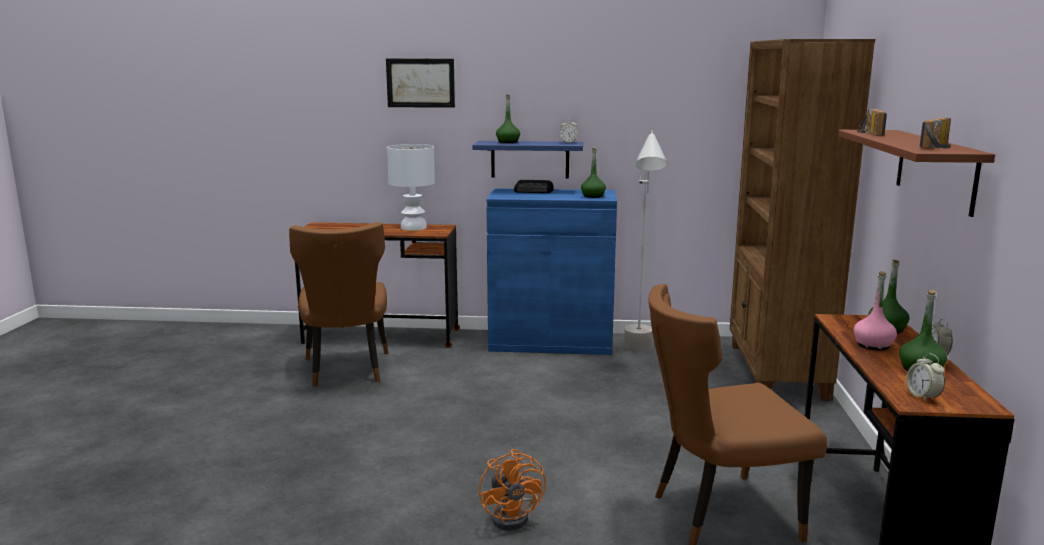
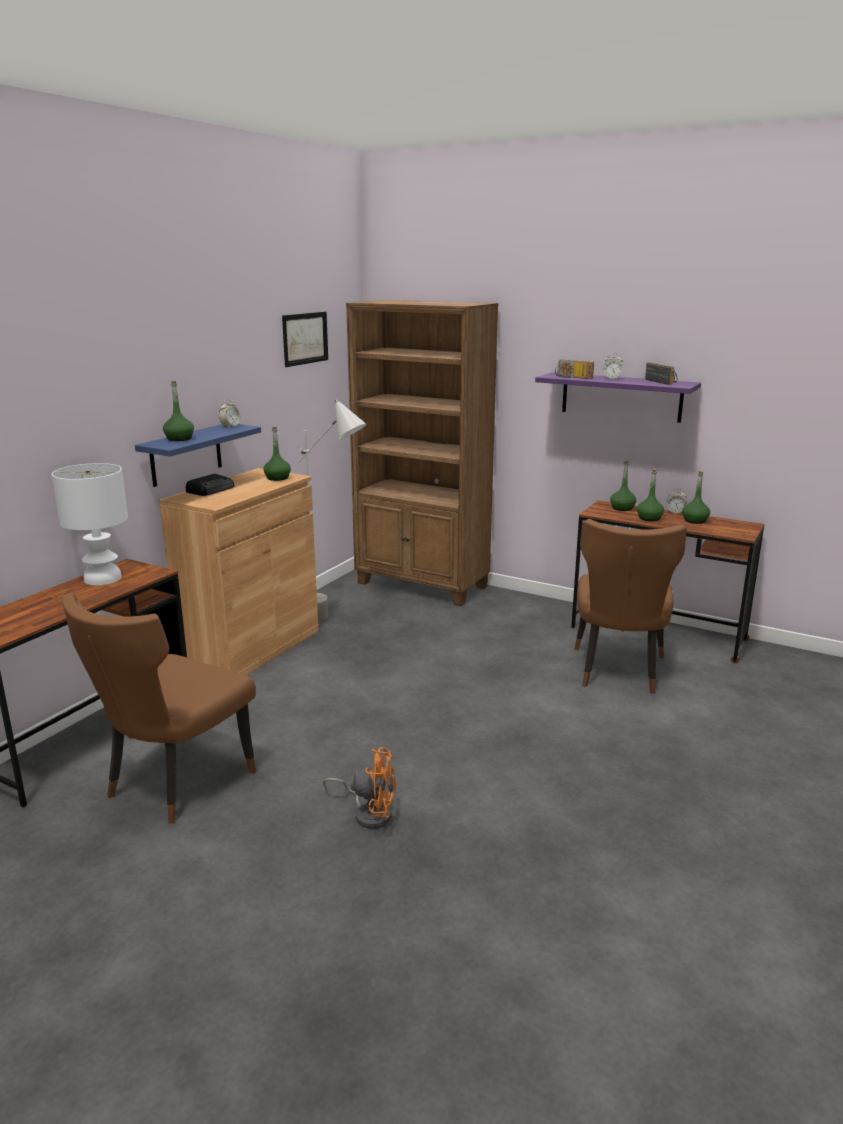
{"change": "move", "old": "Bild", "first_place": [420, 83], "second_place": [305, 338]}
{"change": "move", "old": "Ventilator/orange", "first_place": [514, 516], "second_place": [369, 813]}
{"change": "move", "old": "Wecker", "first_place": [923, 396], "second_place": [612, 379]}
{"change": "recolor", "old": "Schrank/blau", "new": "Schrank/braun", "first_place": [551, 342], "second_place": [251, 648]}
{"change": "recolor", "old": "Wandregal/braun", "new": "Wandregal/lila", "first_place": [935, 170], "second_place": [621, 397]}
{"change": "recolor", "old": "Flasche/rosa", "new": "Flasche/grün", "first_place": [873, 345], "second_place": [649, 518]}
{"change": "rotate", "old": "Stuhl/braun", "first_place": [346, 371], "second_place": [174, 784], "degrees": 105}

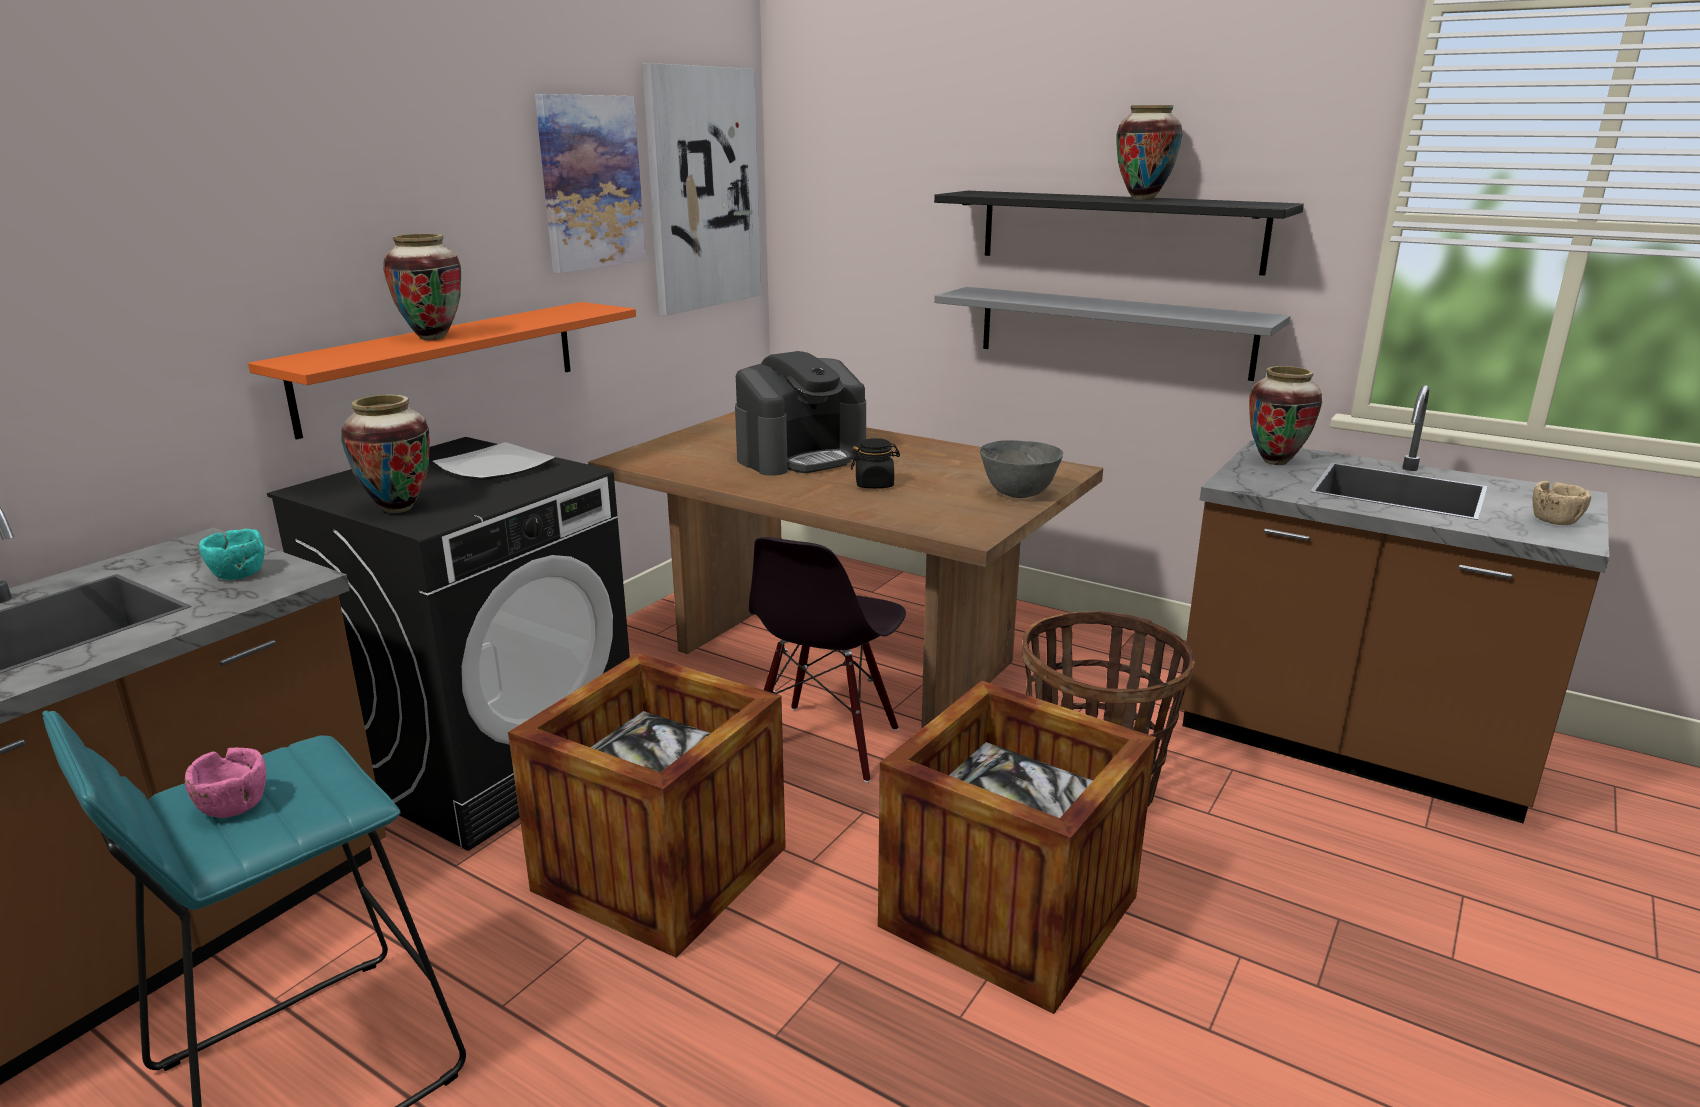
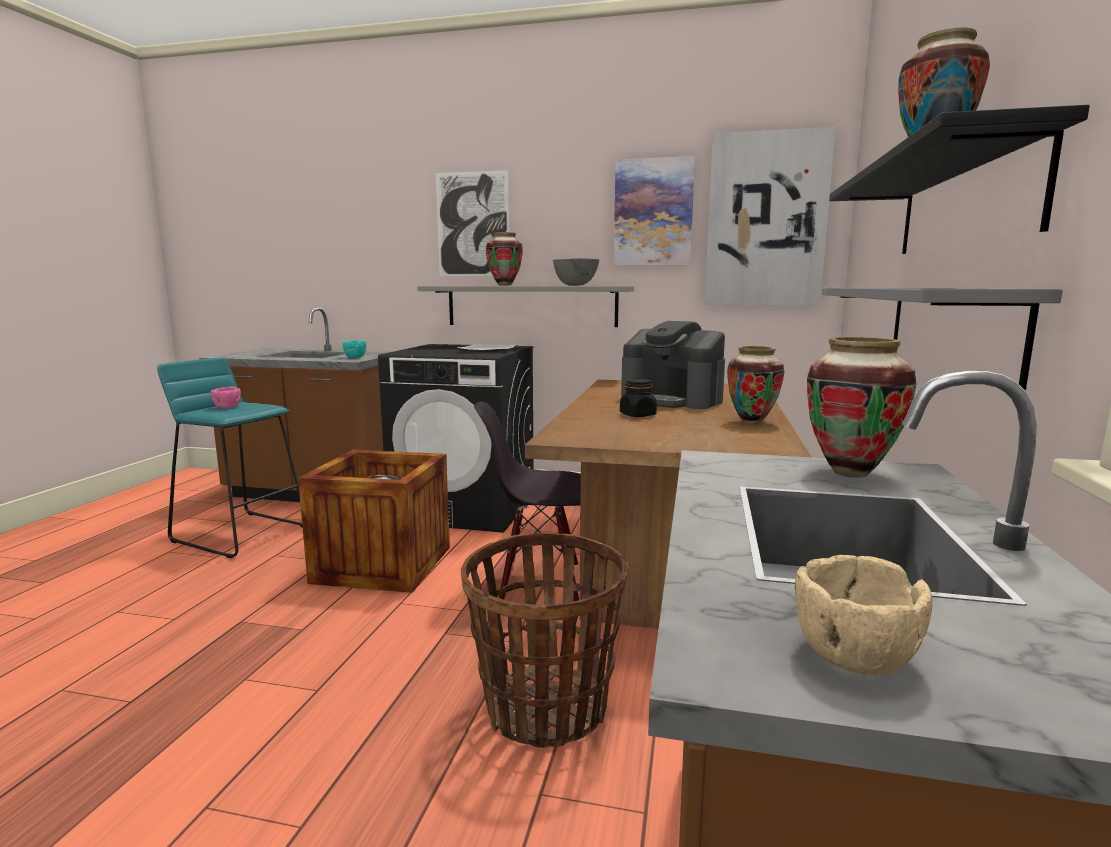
{"change": "delete", "old": "Kiste", "first_place": [1009, 911]}
{"change": "insert", "new": "Bild", "second_place": [472, 224]}
{"change": "move", "old": "Vase", "first_place": [398, 509], "second_place": [751, 422]}
{"change": "move", "old": "Schüssel/grau", "first_place": [1018, 494], "second_place": [575, 285]}
{"change": "recolor", "old": "Wandregal/orange", "new": "Wandregal/grau", "first_place": [443, 364], "second_place": [531, 306]}

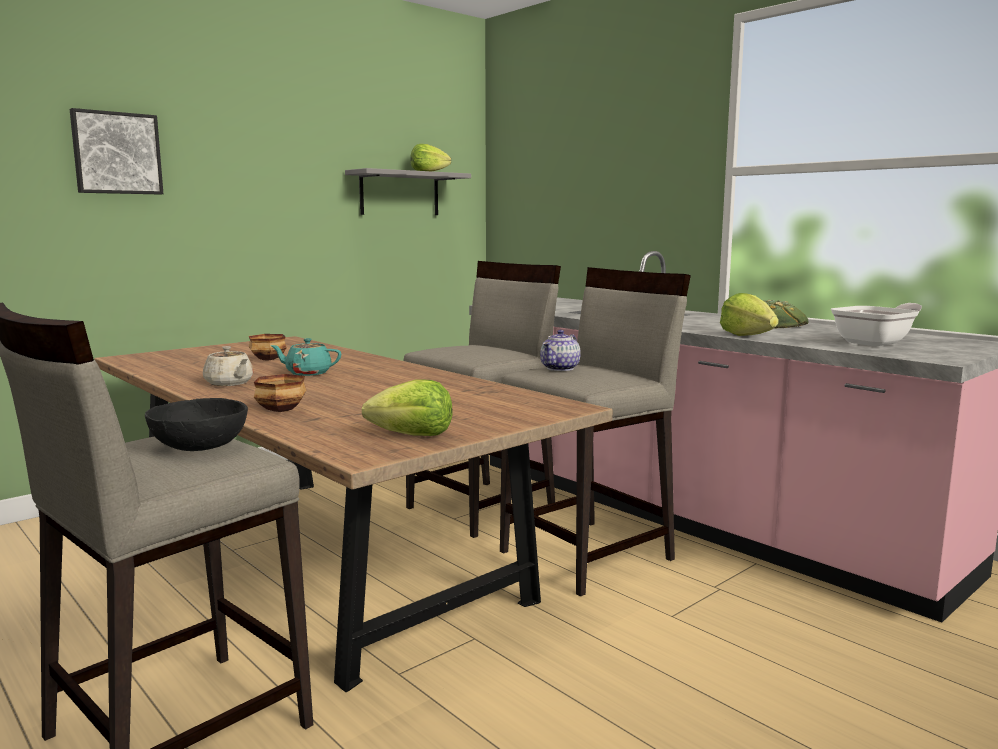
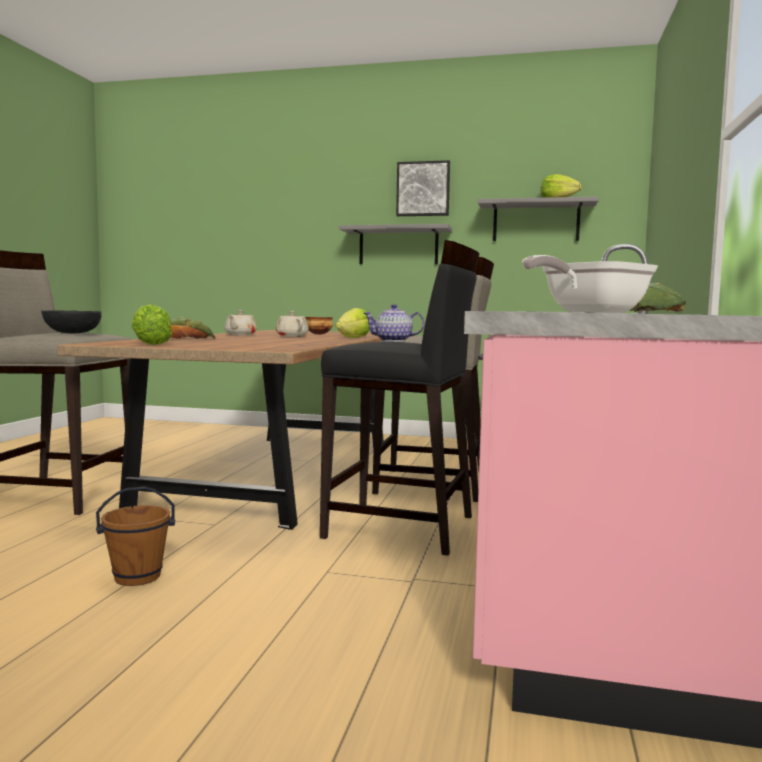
{"change": "insert", "new": "Eimer/braun", "second_place": [137, 577]}
{"change": "insert", "new": "Wandregal/grau", "second_place": [398, 246]}
{"change": "move", "old": "Bild", "first_place": [116, 153], "second_place": [423, 189]}
{"change": "move", "old": "Salatkopf", "first_place": [747, 335], "second_place": [353, 337]}
{"change": "replace", "old": "Schüssel", "new": "Brot", "first_place": [279, 410], "second_place": [185, 338]}
{"change": "recolor", "old": "Teekanne/türkis", "new": "Teekanne/beige", "first_place": [307, 373], "second_place": [291, 336]}
{"change": "recolor", "old": "Hocker/beige", "new": "Hocker/schwarz", "first_place": [588, 555], "second_place": [401, 527]}
{"change": "rotate", "old": "Pfanne", "first_place": [877, 342], "second_place": [588, 312], "degrees": 120}

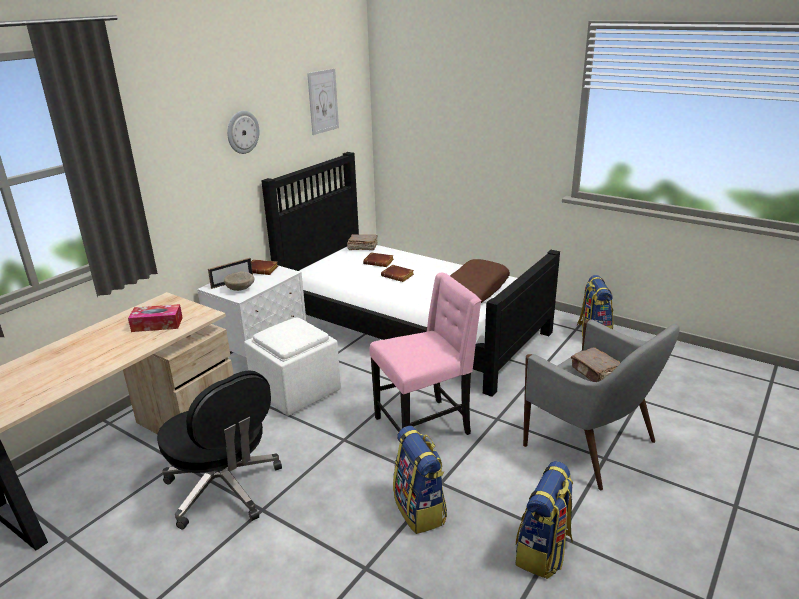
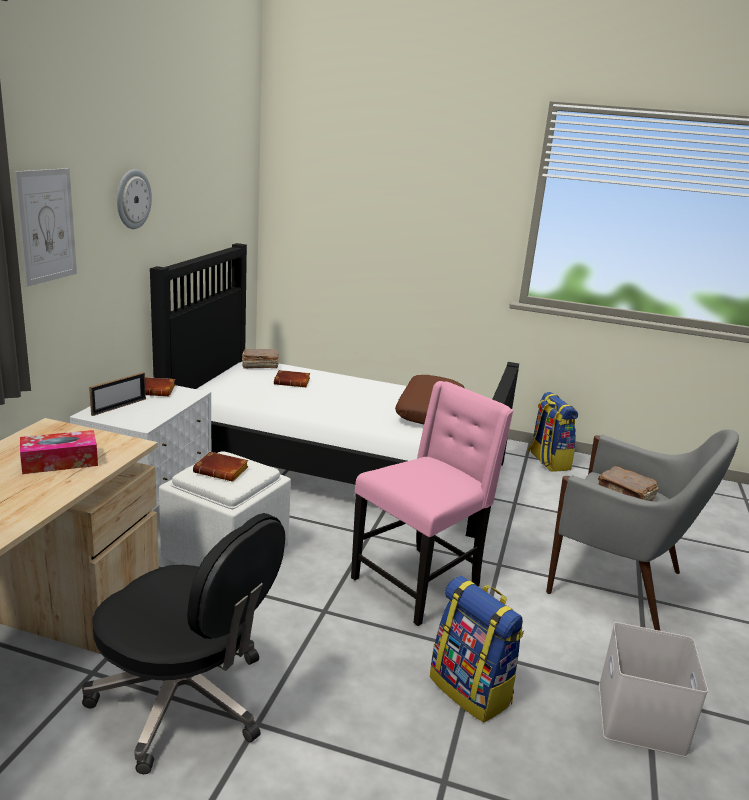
{"change": "delete", "old": "Schüssel/beige", "first_place": [241, 289]}
{"change": "move", "old": "Bild", "first_place": [323, 101], "second_place": [46, 226]}
{"change": "move", "old": "Buch/braun", "first_place": [398, 276], "second_place": [223, 471]}
{"change": "replace", "old": "Rucksack", "new": "Aufbewahrungsbox/weiß", "first_place": [543, 552], "second_place": [643, 719]}

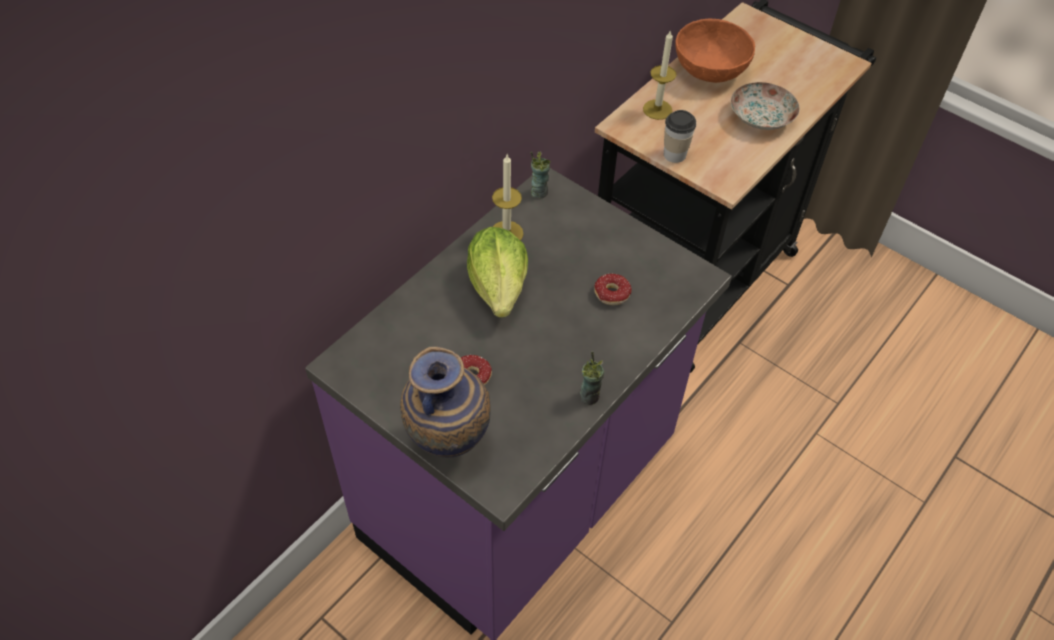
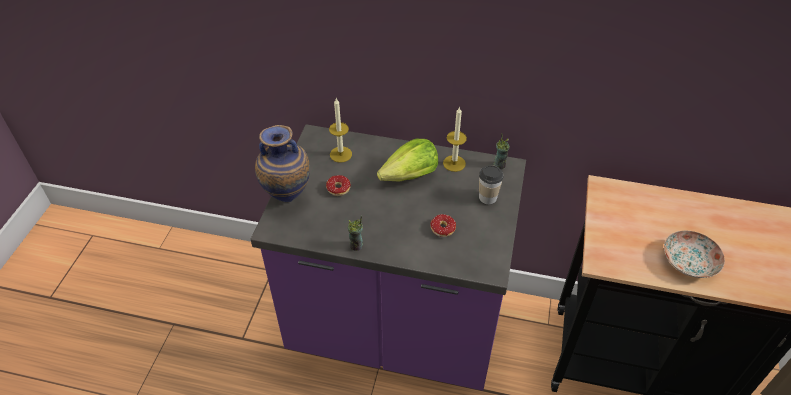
{"change": "delete", "old": "Schüssel/orange", "first_place": [709, 70]}
{"change": "move", "old": "Kerze", "first_place": [657, 109], "second_place": [340, 154]}
{"change": "move", "old": "Tasse", "first_place": [674, 154], "second_place": [487, 197]}

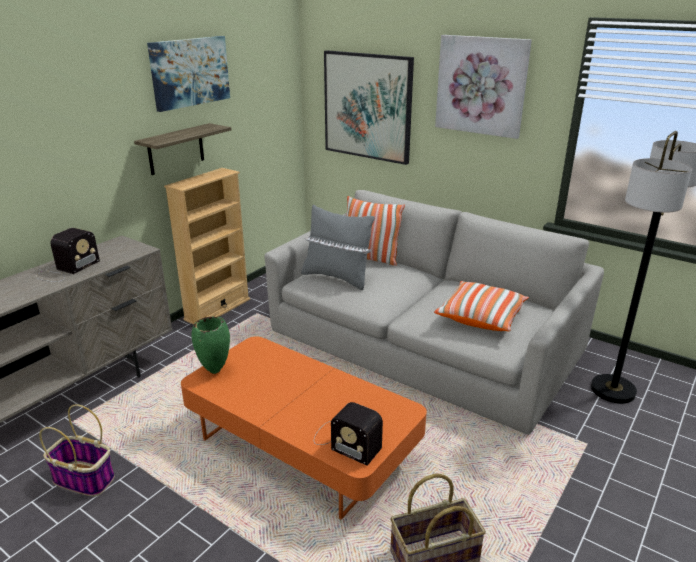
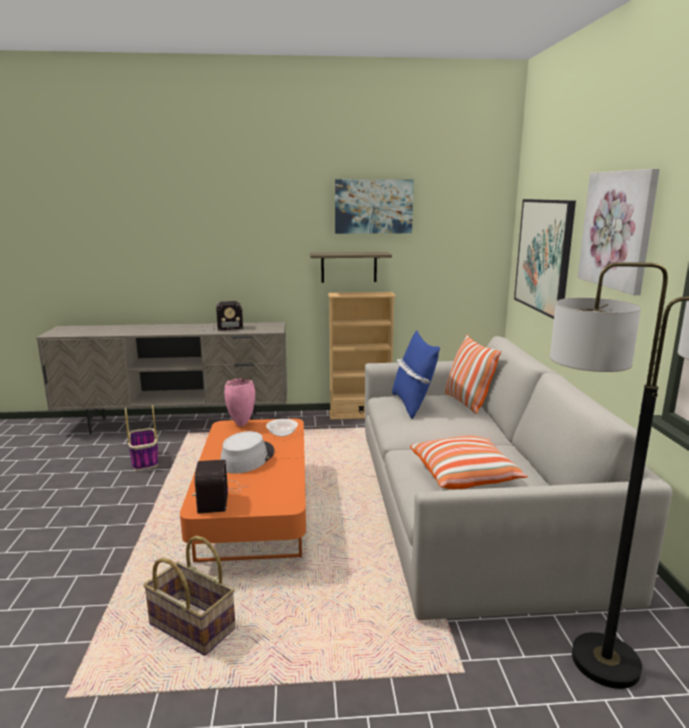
{"change": "insert", "new": "Hut/grau", "second_place": [247, 458]}
{"change": "insert", "new": "Schüssel", "second_place": [282, 433]}
{"change": "recolor", "old": "Vase/grün", "new": "Vase/rosa", "first_place": [215, 371], "second_place": [241, 425]}
{"change": "recolor", "old": "Kissen/grau", "new": "Kissen/blau", "first_place": [337, 277], "second_place": [412, 404]}

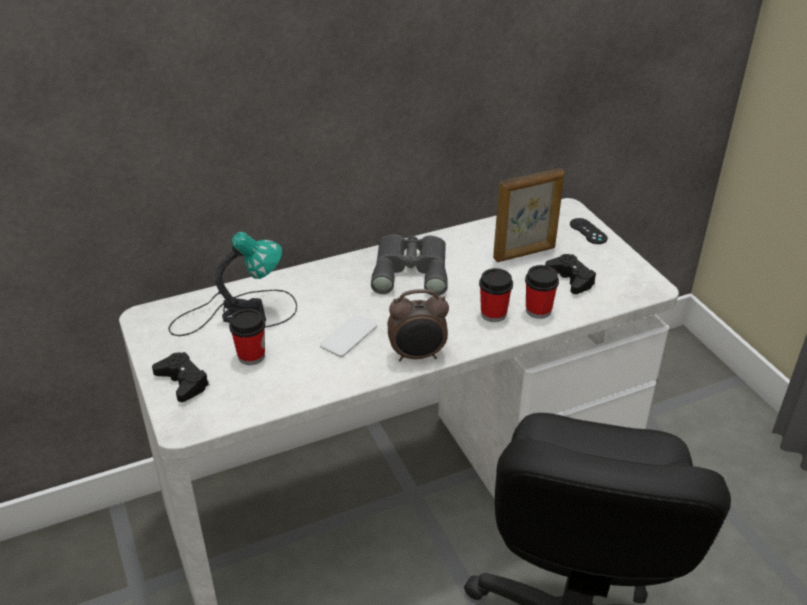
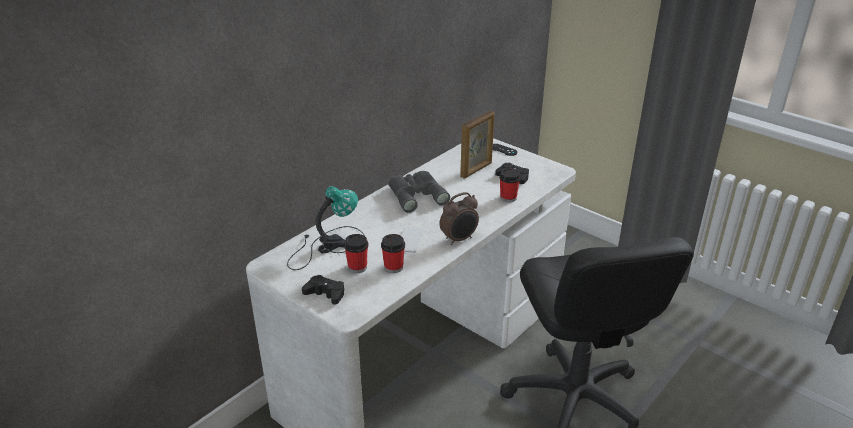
{"change": "move", "old": "Tasse", "first_place": [493, 314], "second_place": [393, 267]}

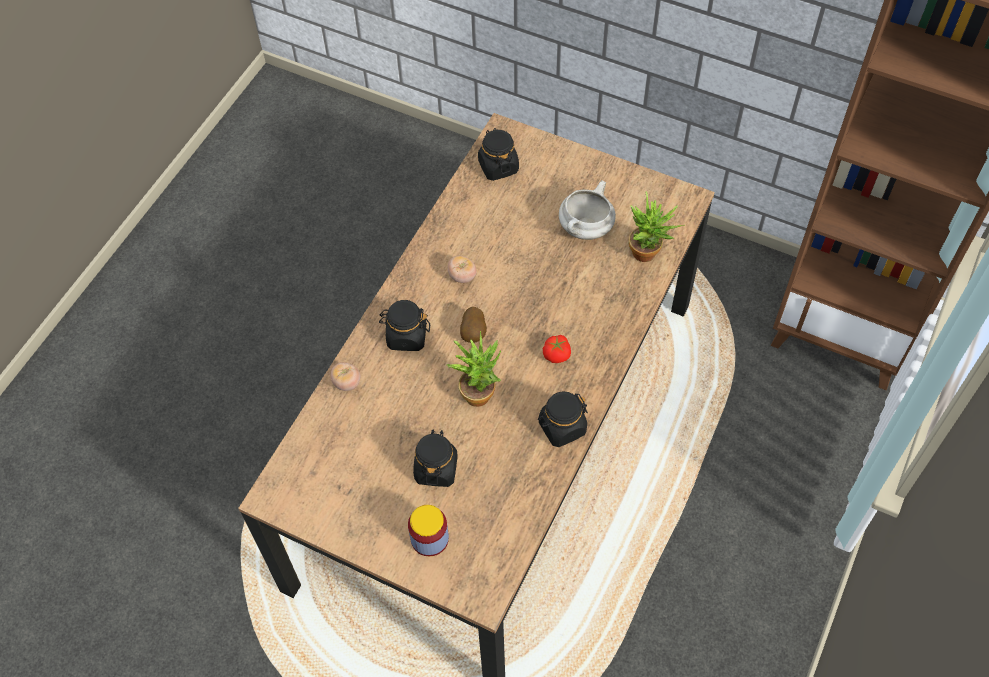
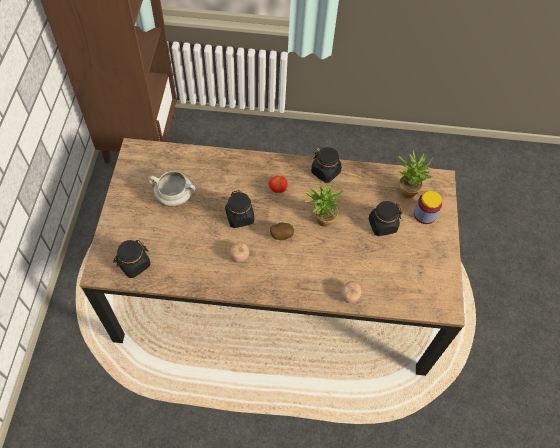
{"change": "move", "old": "Vorratsglas/schwarz", "first_place": [406, 336], "second_place": [240, 217]}
{"change": "move", "old": "Topfpflanze", "first_place": [649, 254], "second_place": [407, 189]}

